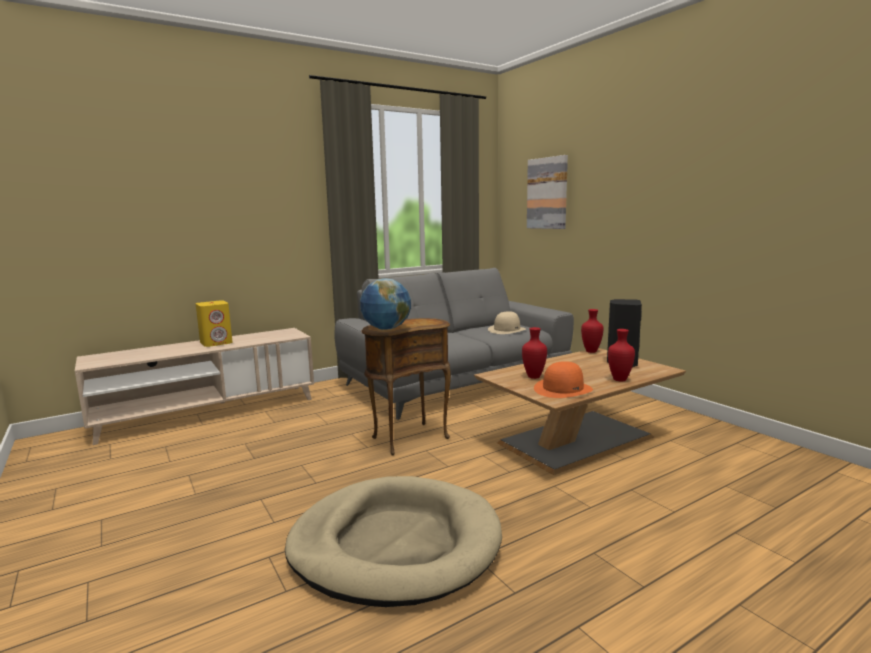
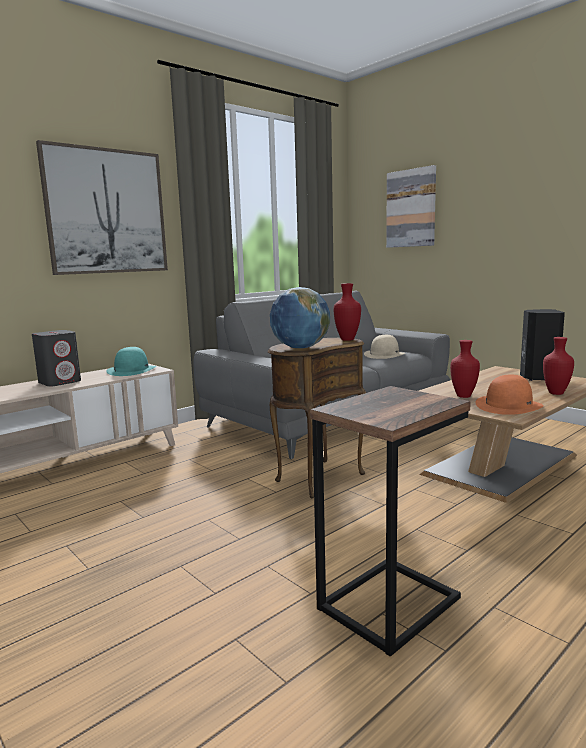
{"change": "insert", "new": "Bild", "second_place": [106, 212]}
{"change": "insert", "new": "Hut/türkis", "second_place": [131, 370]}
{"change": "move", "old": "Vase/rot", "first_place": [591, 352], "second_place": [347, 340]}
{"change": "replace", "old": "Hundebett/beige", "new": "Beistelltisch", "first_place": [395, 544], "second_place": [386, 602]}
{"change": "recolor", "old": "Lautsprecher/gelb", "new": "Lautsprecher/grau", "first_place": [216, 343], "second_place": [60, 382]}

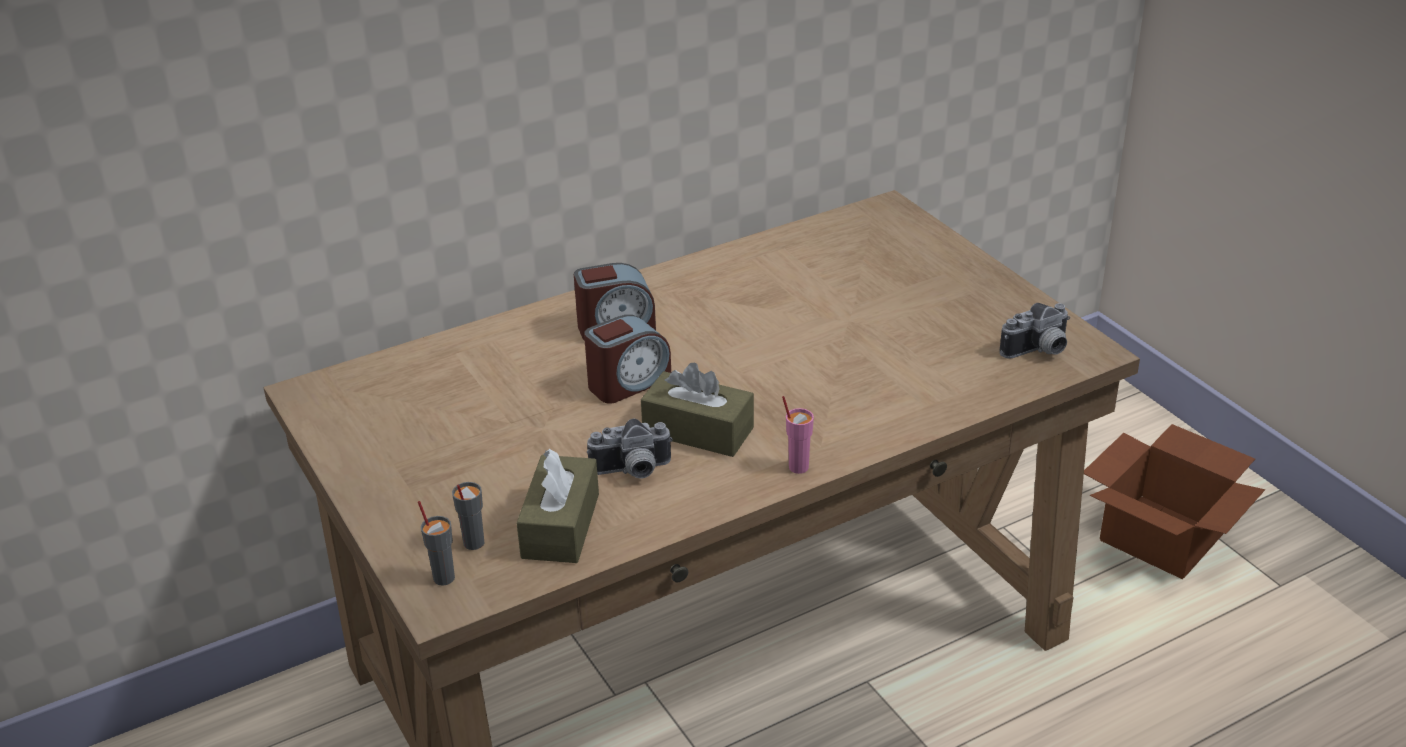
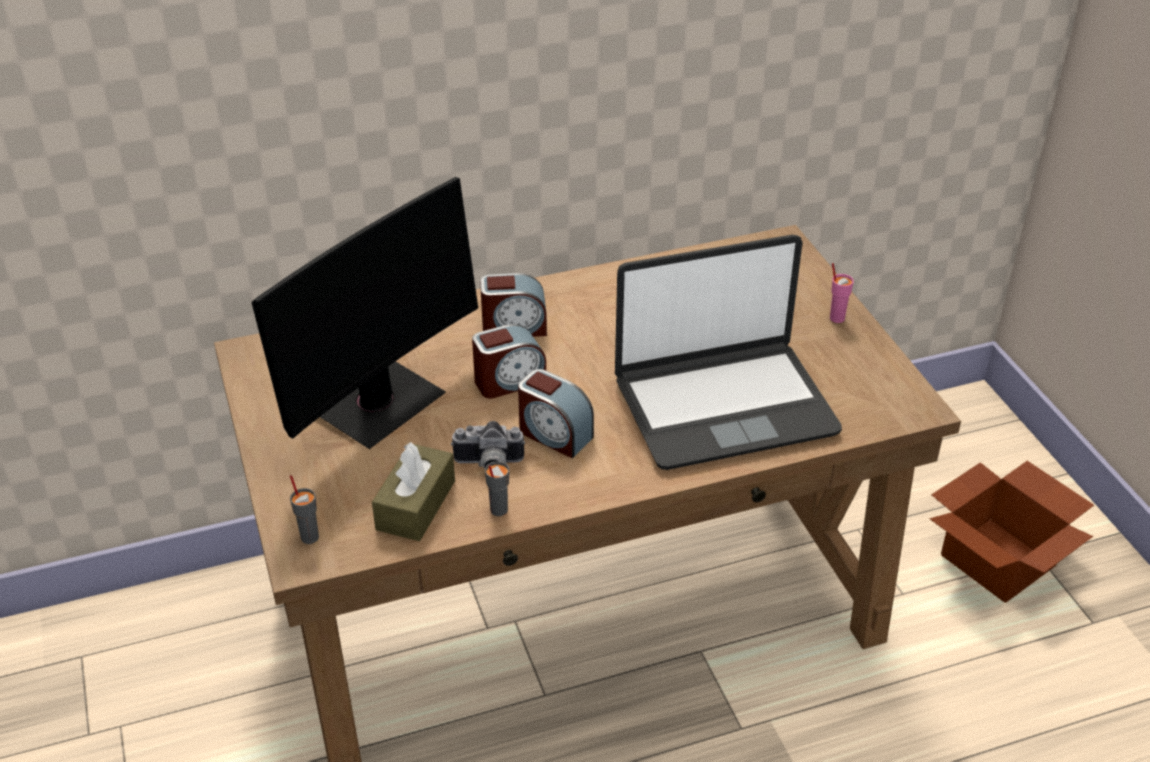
{"change": "delete", "old": "Kamera", "first_place": [1039, 351]}
{"change": "insert", "new": "Monitor", "second_place": [378, 404]}
{"change": "insert", "new": "Laptop", "second_place": [724, 405]}
{"change": "move", "old": "Tasse/grau", "first_place": [473, 543], "second_place": [498, 510]}
{"change": "move", "old": "Tasse/rosa", "first_place": [798, 467], "second_place": [836, 318]}
{"change": "replace", "old": "Taschentuchbox/braun", "new": "Wecker", "first_place": [698, 431], "second_place": [554, 434]}

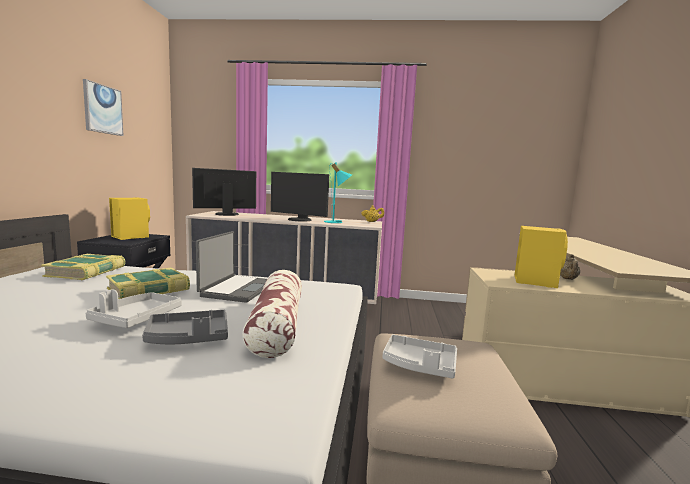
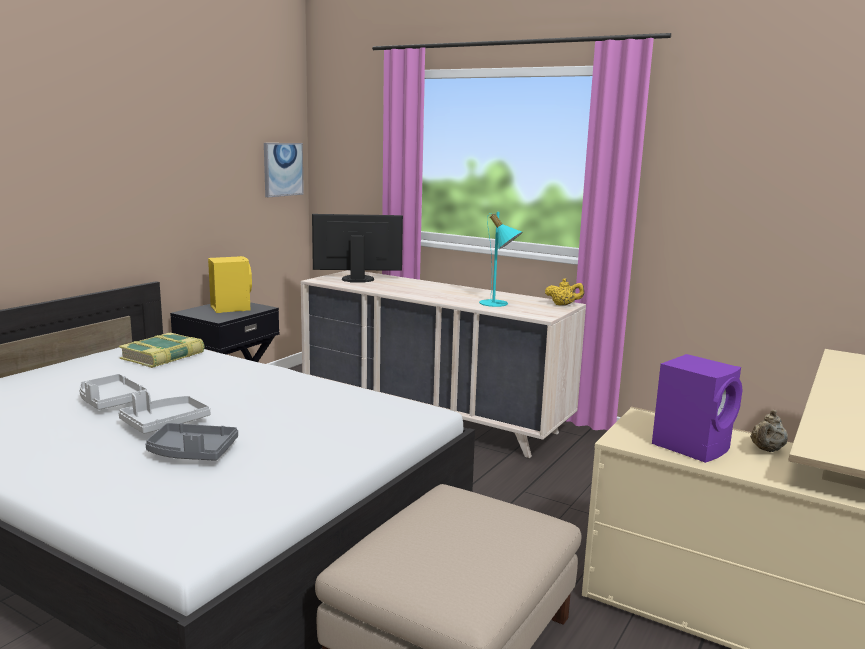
{"change": "delete", "old": "Buch", "first_place": [149, 290]}
{"change": "delete", "old": "Laptop", "first_place": [237, 289]}
{"change": "delete", "old": "Kissen", "first_place": [277, 325]}
{"change": "delete", "old": "Monitor", "first_place": [299, 220]}
{"change": "move", "old": "Bild", "first_place": [103, 109], "second_place": [282, 169]}
{"change": "move", "old": "Tablett/grau", "first_place": [419, 365], "second_place": [110, 401]}
{"change": "recolor", "old": "Lautsprecher/gelb", "new": "Lautsprecher/lila", "first_place": [535, 281], "second_place": [693, 446]}

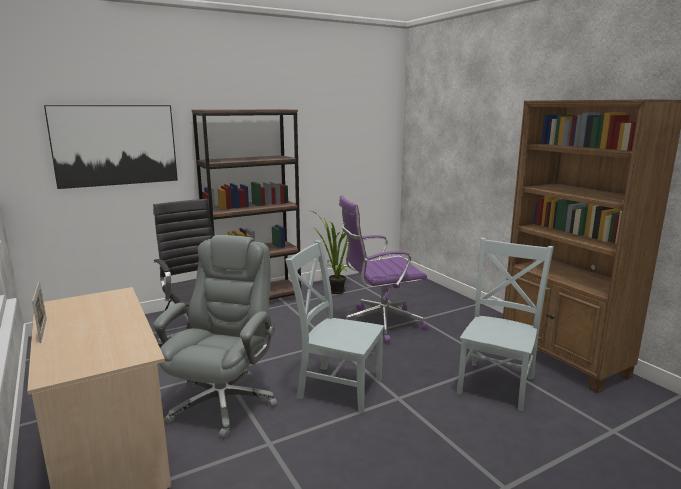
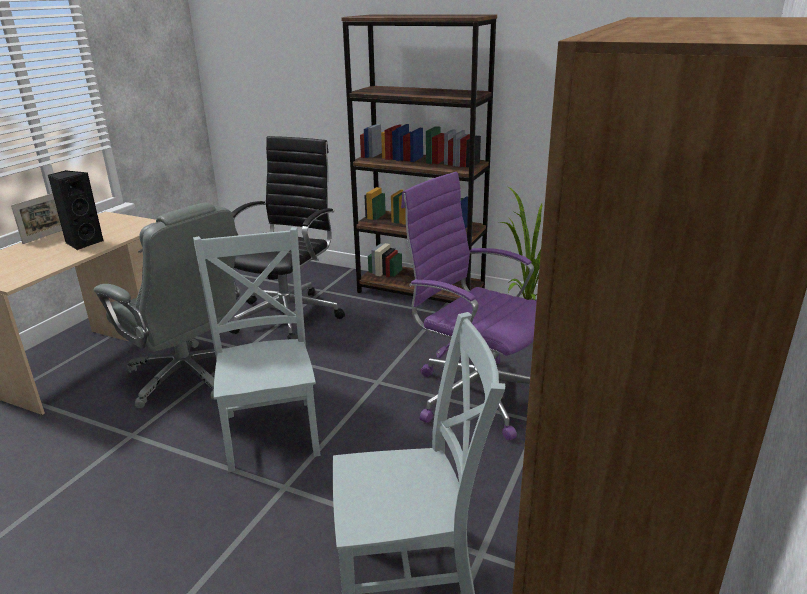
{"change": "delete", "old": "Bild", "first_place": [115, 145]}
{"change": "insert", "new": "Lautsprecher/schwarz", "second_place": [83, 243]}
{"change": "rotate", "old": "Bürostuhl/grau", "first_place": [224, 402], "second_place": [188, 377], "degrees": 60}

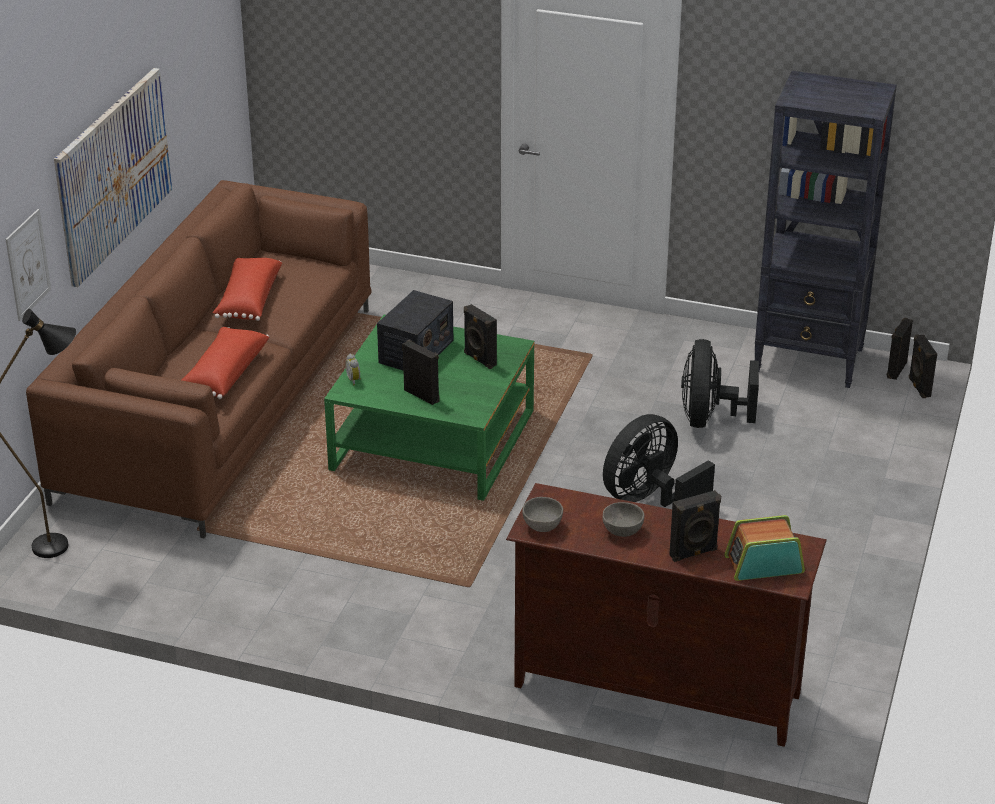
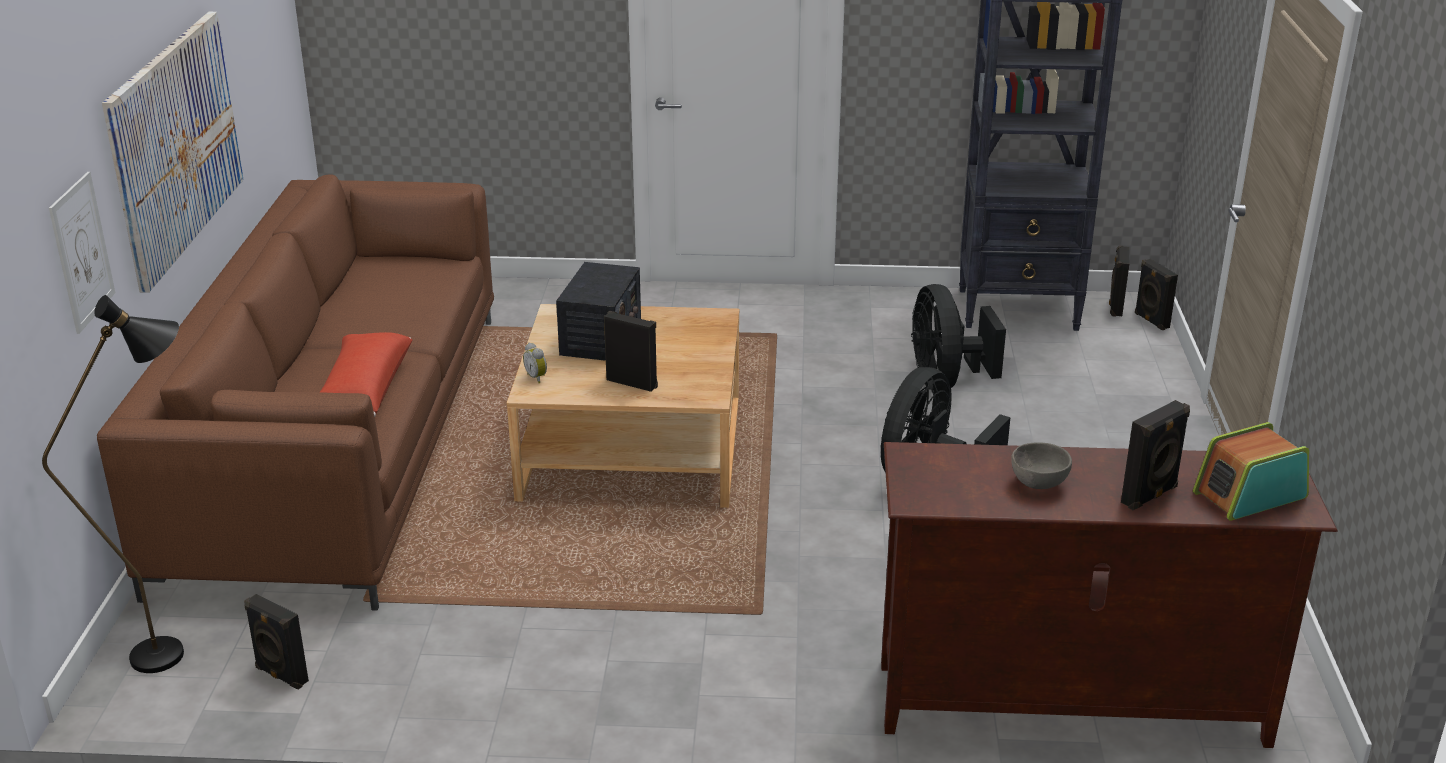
{"change": "delete", "old": "Kissen/rot", "first_place": [248, 300]}
{"change": "delete", "old": "Schüssel/grau", "first_place": [541, 526]}
{"change": "move", "old": "Lautsprecher/schwarz", "first_place": [479, 360], "second_place": [280, 675]}
{"change": "recolor", "old": "Couchtisch/grün", "new": "Couchtisch/beige", "first_place": [433, 440], "second_place": [632, 449]}

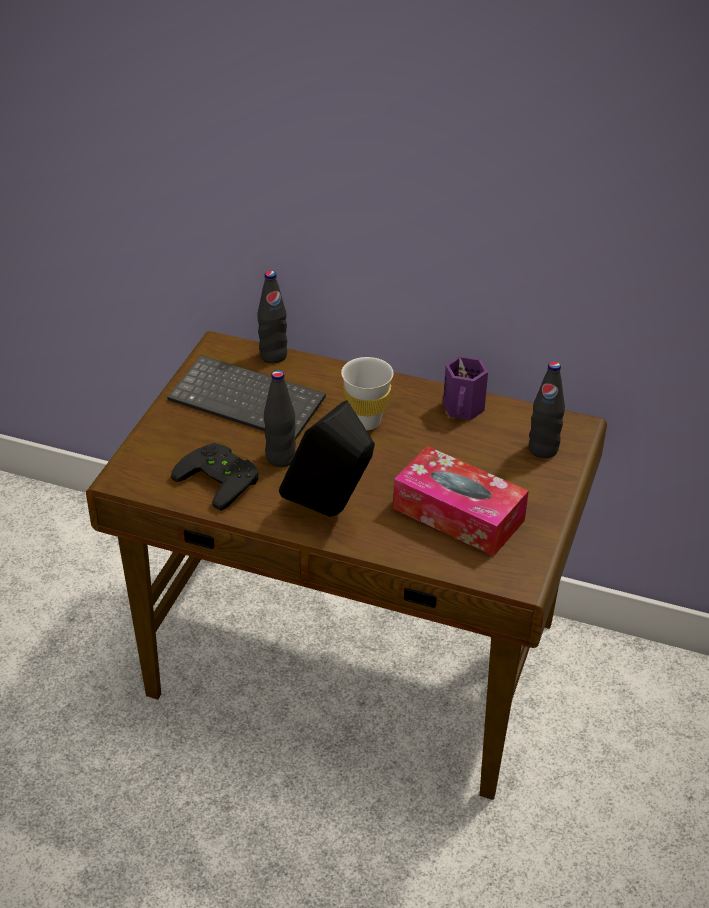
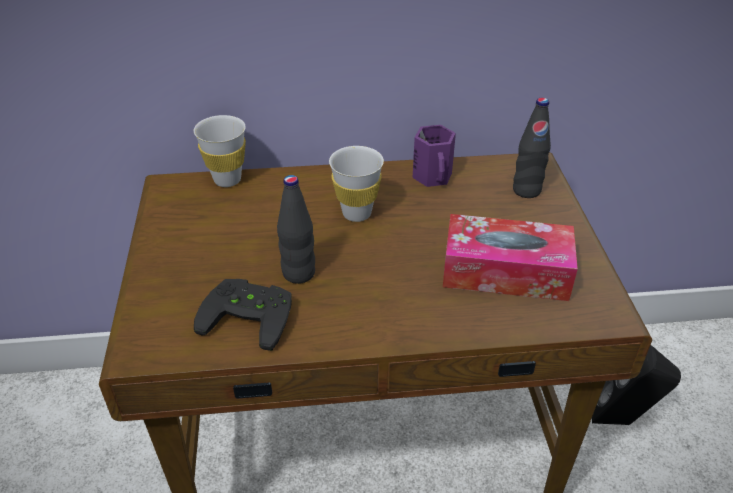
{"change": "delete", "old": "Tastatur", "first_place": [249, 400]}
{"change": "move", "old": "Lautsprecher/schwarz", "first_place": [330, 512], "second_place": [621, 420]}
{"change": "replace", "old": "Flasche/schwarz", "new": "Tasse/weiß", "first_place": [273, 356], "second_place": [227, 180]}

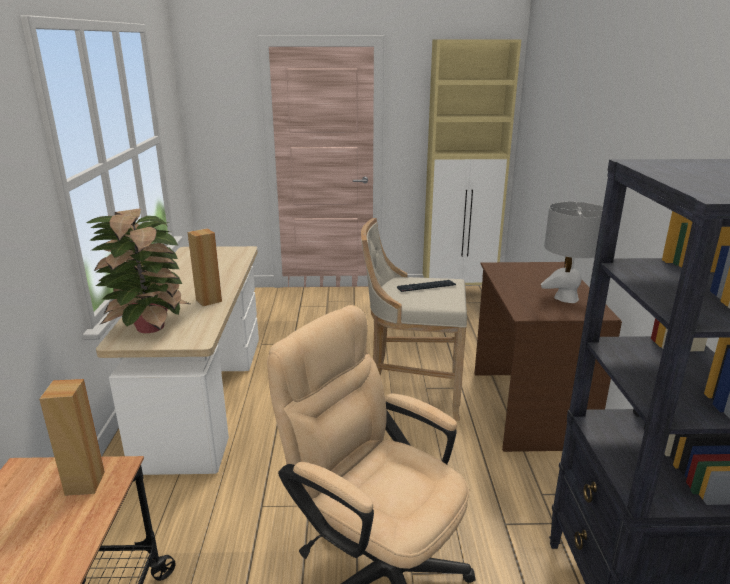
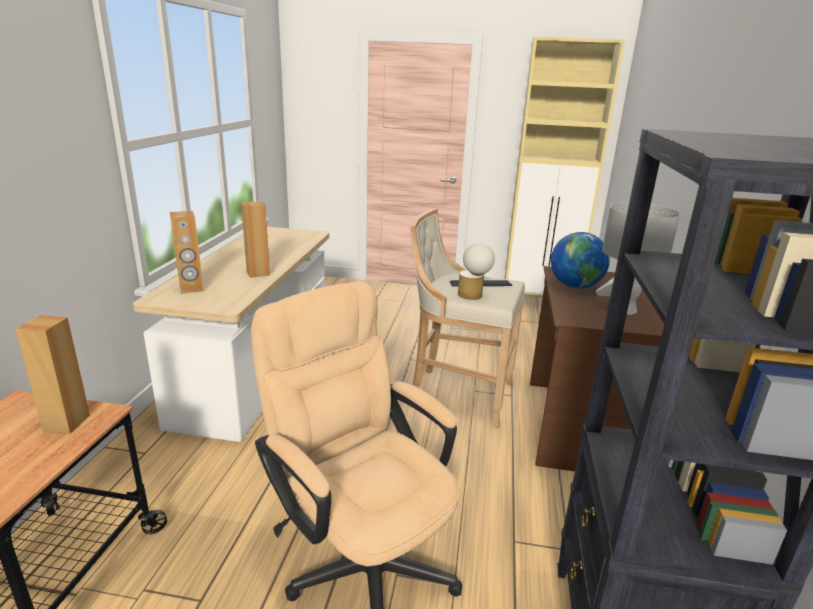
{"change": "insert", "new": "Tischlampe", "second_place": [473, 295]}
{"change": "insert", "new": "Globus", "second_place": [575, 286]}
{"change": "replace", "old": "Topfpflanze", "new": "Lautsprecher/braun", "first_place": [149, 326], "second_place": [191, 289]}

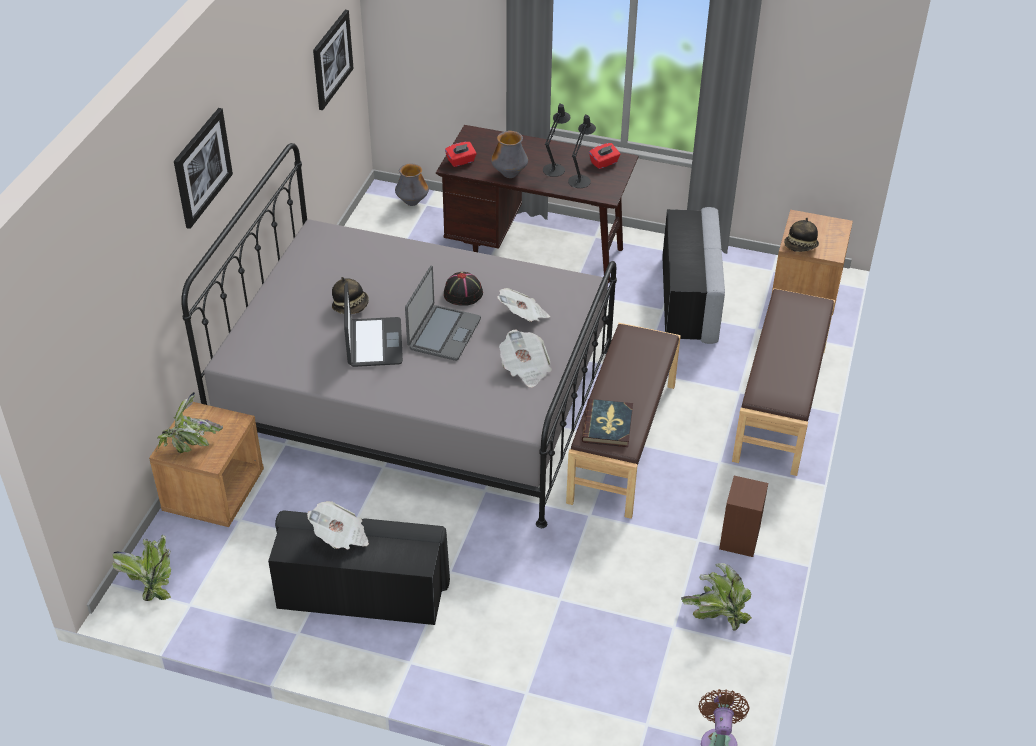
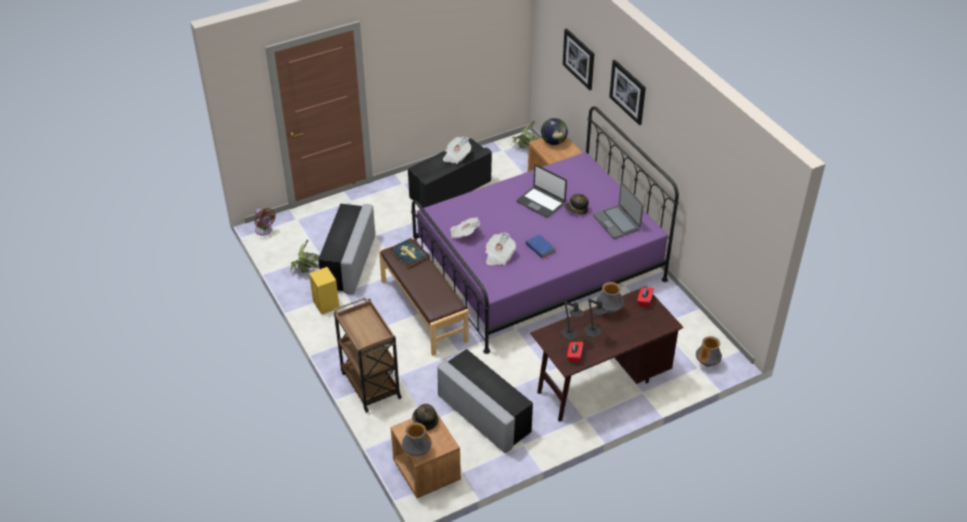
{"change": "insert", "new": "Polsterhocker/grau", "second_place": [349, 262]}
{"change": "insert", "new": "Vase", "second_place": [417, 452]}
{"change": "move", "old": "Bild", "first_place": [331, 59], "second_place": [579, 58]}
{"change": "move", "old": "Laptop", "first_place": [443, 333], "second_place": [617, 222]}
{"change": "replace", "old": "Topfpflanze", "new": "Globus", "first_place": [189, 447], "second_place": [553, 142]}
{"change": "replace", "old": "Hut/schwarz", "new": "Buch/blau", "first_place": [463, 293], "second_place": [540, 248]}
{"change": "replace", "old": "Bank/braun", "new": "Rollwagen/braun", "first_place": [781, 404], "second_place": [370, 384]}
{"change": "recolor", "old": "Bett/grau", "new": "Bett/lila", "first_place": [417, 397], "second_place": [538, 267]}
{"change": "recolor", "old": "Lautsprecher/braun", "new": "Lautsprecher/gelb", "first_place": [739, 538], "second_place": [326, 305]}

